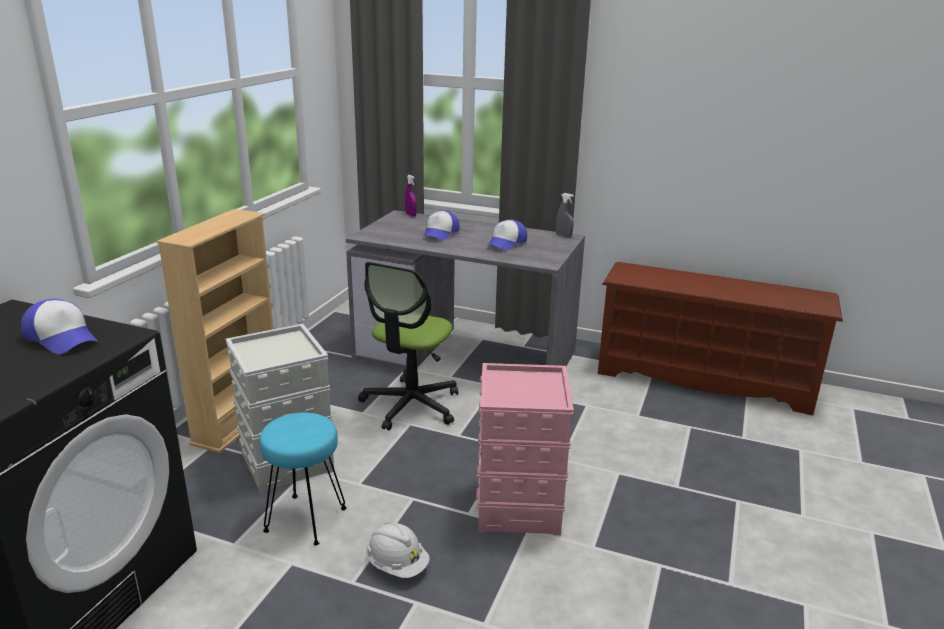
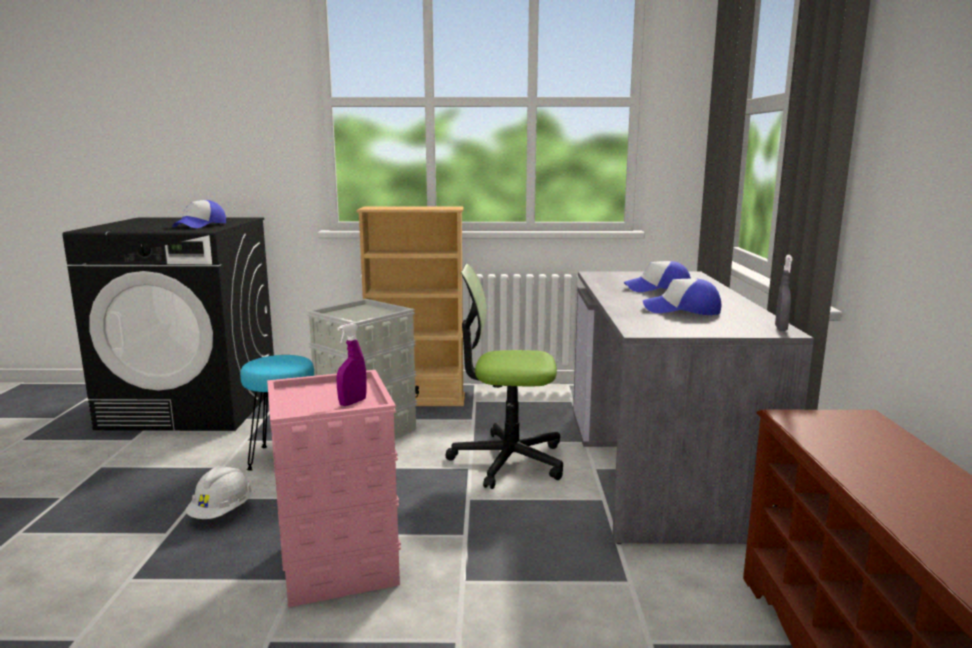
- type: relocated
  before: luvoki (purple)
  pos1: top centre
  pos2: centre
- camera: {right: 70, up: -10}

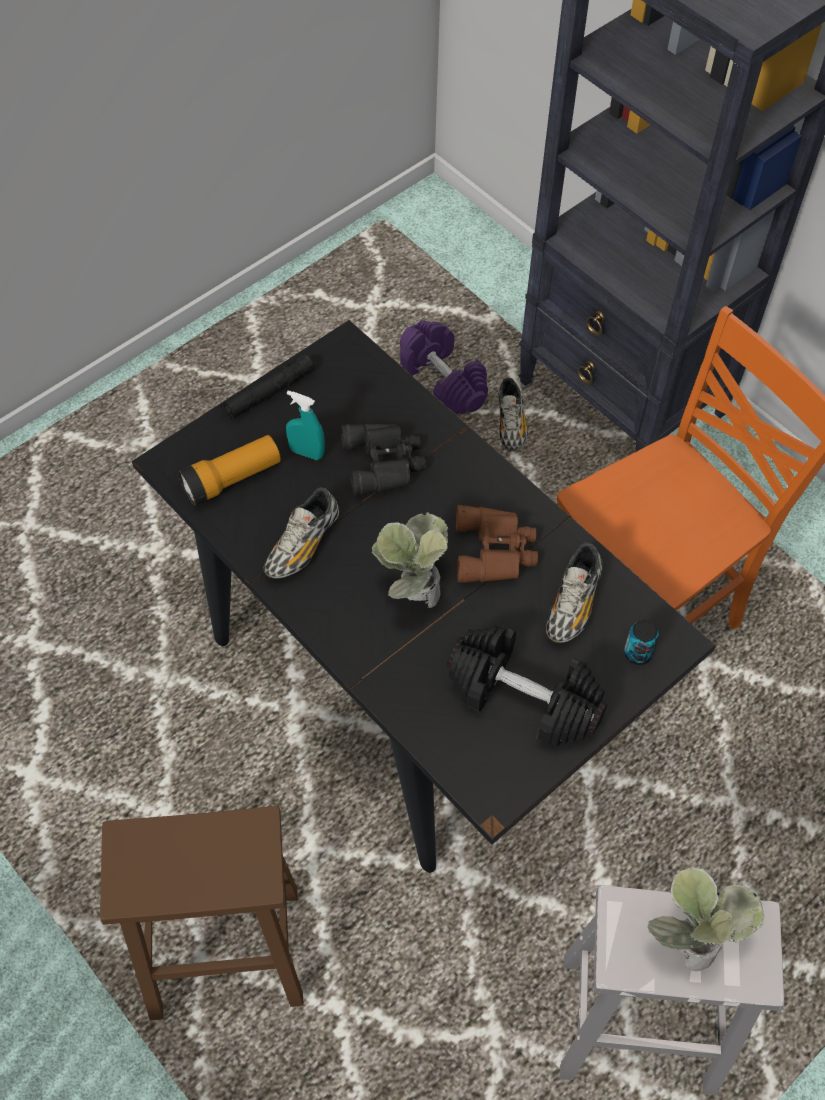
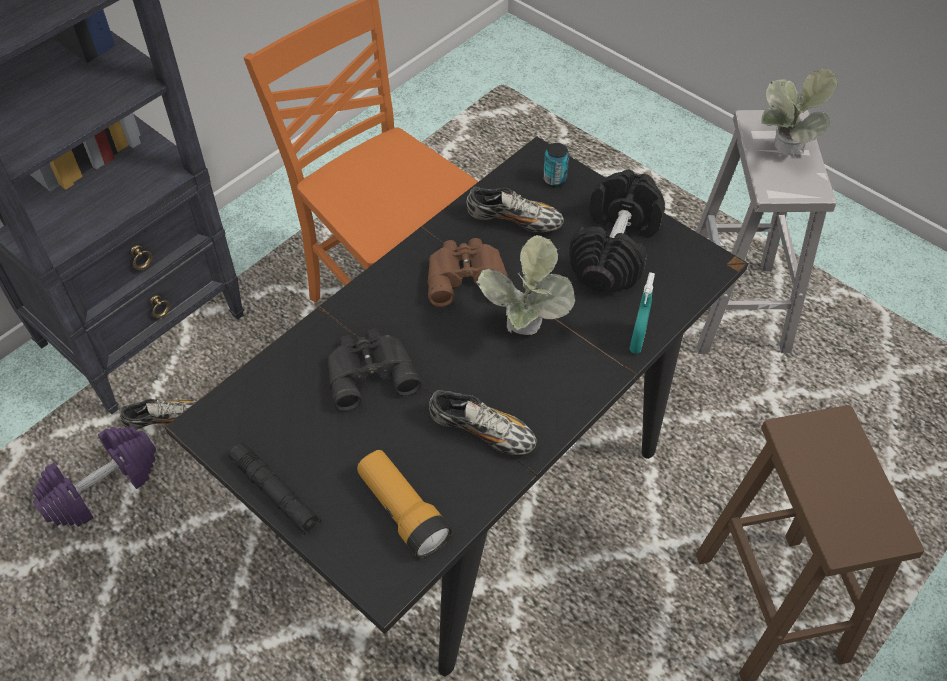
- type: relocated
  before: luvoki (turquoise)
  pos1: centre
  pos2: middle right
- camera: {right: -95, up: -5}

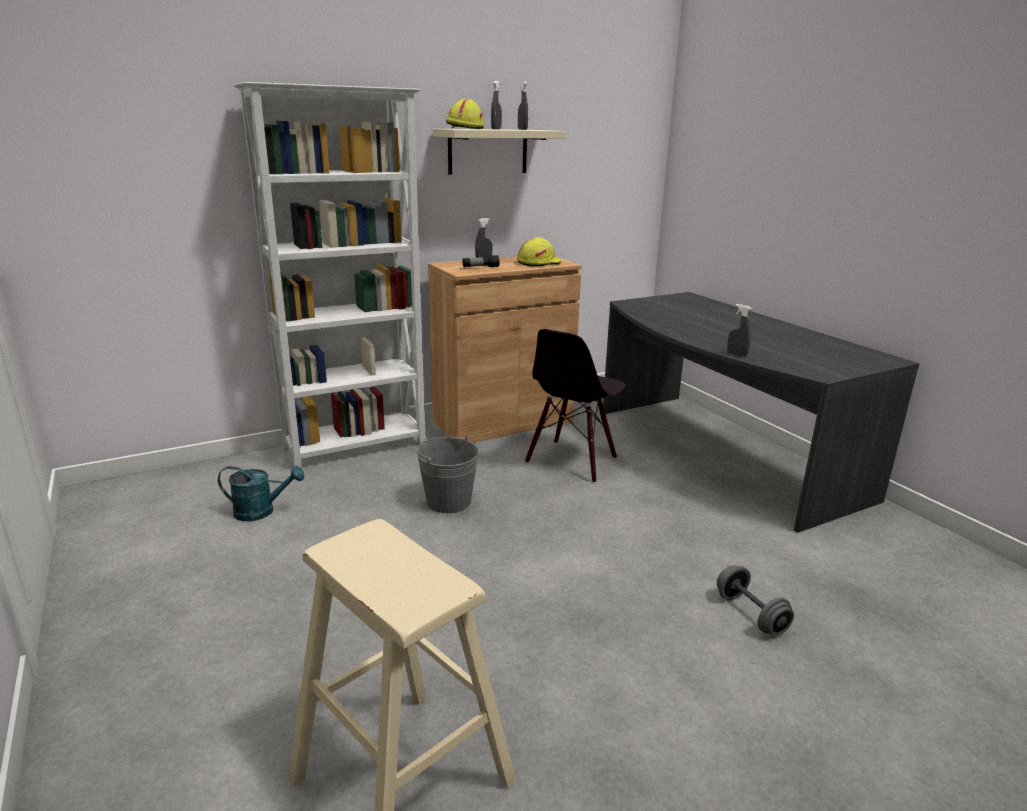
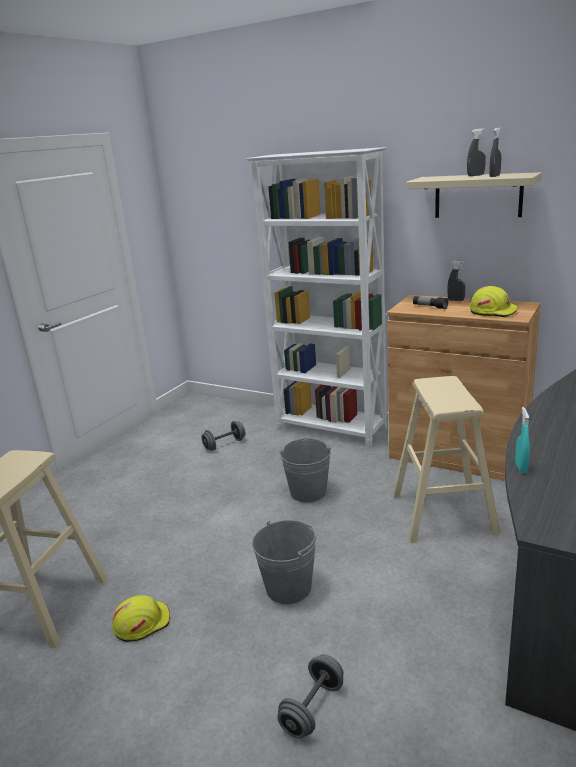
- type: appeared
  after: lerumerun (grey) (no. 1 from left)
  pos2: bottom centre
- type: relocated
  before: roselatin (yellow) (no. 1 from left)
  pos1: top centre
  pos2: bottom left
- type: exchanged
  before: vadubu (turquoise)
  after: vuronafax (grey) (no. 1 from left)
  pos1: middle left
  pos2: centre
- type: exchanged
  before: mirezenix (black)
  after: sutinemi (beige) (no. 2 from left)
  pos1: centre
  pos2: middle right
- type: colour
  before: luvoki (grey) (no. 4 from left)
  after: luvoki (turquoise)
  pos1: middle right
  pos2: middle right
- camera: {right: 60, up: 0}

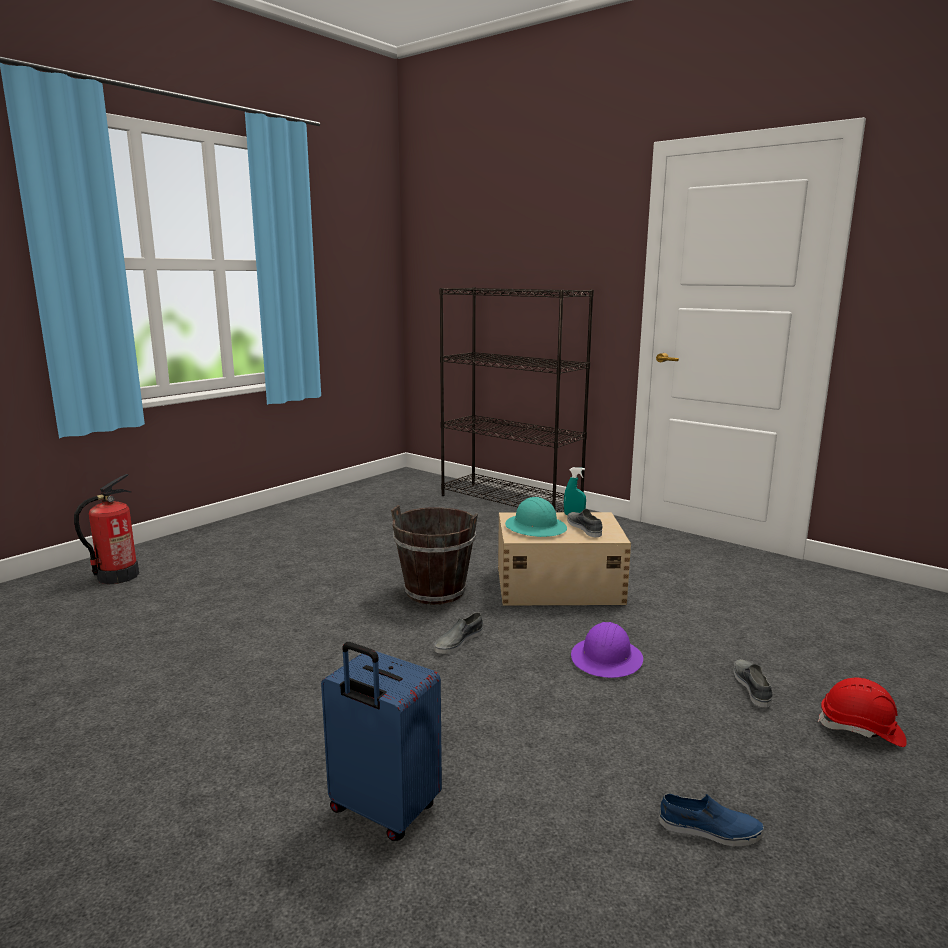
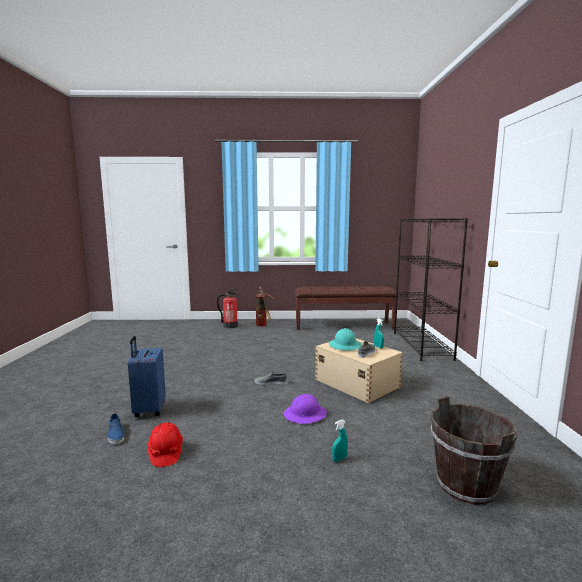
- type: appeared
  after: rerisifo (no. 2 from left)
  pos2: centre
- type: appeared
  after: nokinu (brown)
  pos2: centre
- type: relocated
  before: lerumerun (brown)
  pos1: centre
  pos2: bottom right
- type: relocated
  before: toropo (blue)
  pos1: bottom right
  pos2: bottom left
- type: relocated
  before: roselatin (red)
  pos1: bottom right
  pos2: bottom left
- type: exchanged
  before: toropo (grey) (no. 3 from left)
  after: luvoki (turquoise) (no. 1 from left)
  pos1: bottom right
  pos2: bottom centre
- camera: {right: 50, up: -5}

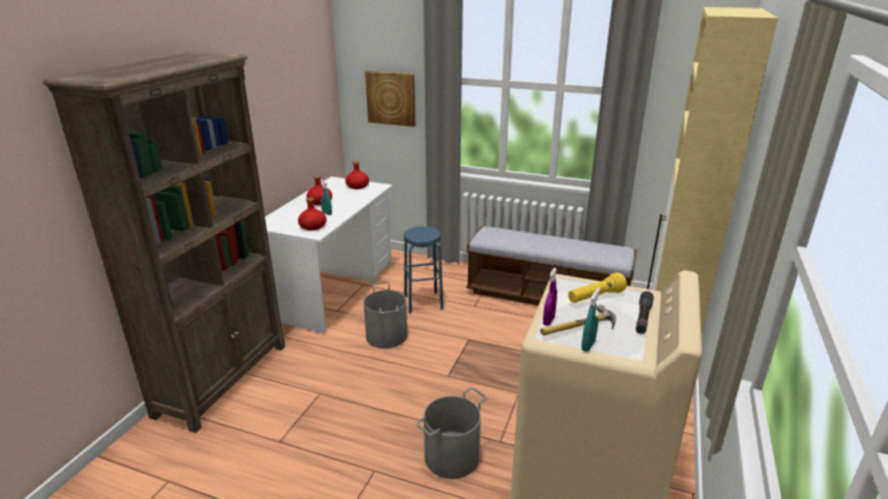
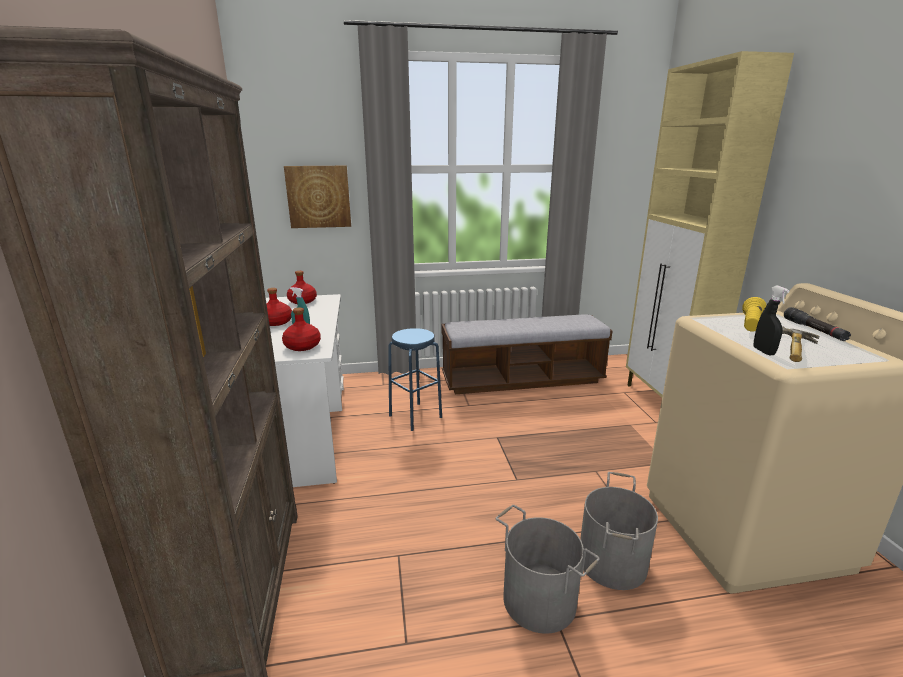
- type: missing
  before: luvoki (turquoise) (no. 2 from left)
  pos1: centre
- type: relocated
  before: lerumerun (grey) (no. 1 from left)
  pos1: centre
  pos2: bottom centre
- type: colour
  before: luvoki (purple)
  after: luvoki (black)
  pos1: centre
  pos2: middle right
- camera: {right: -30, up: -5}

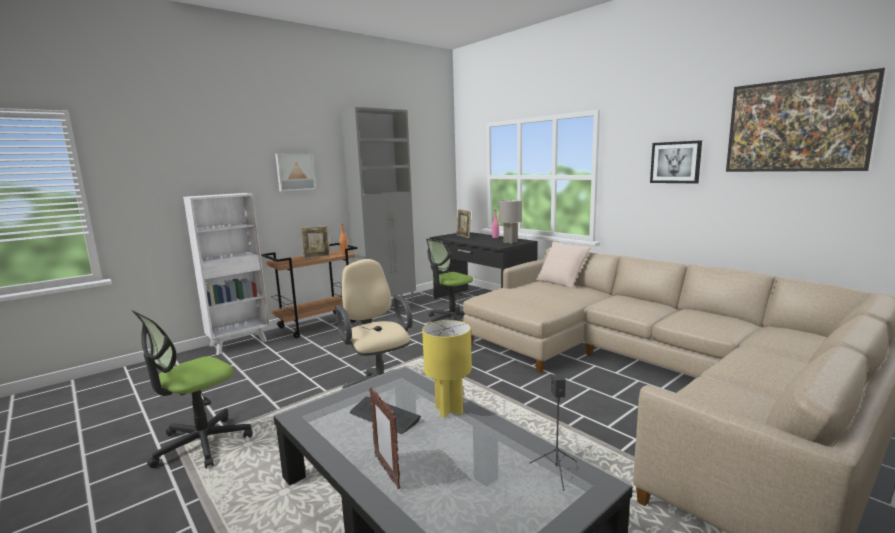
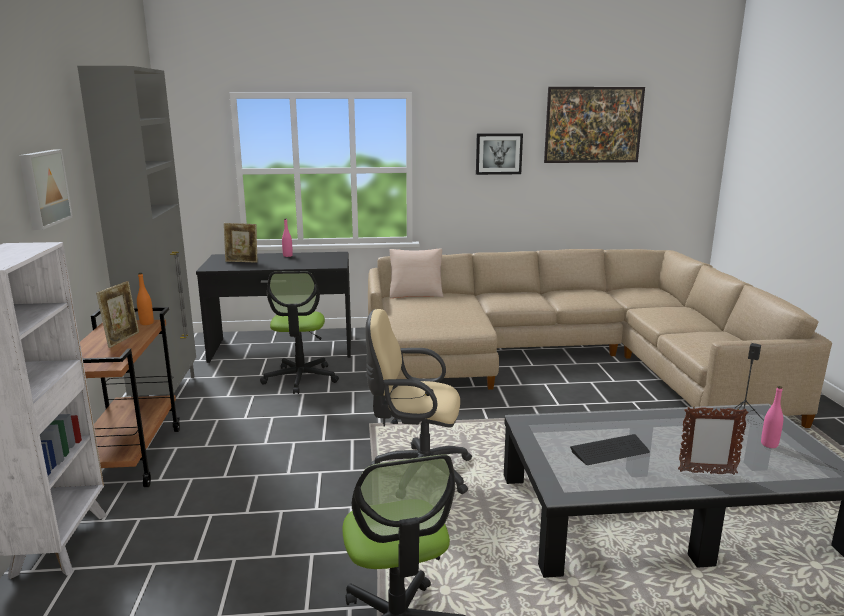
- type: missing
  before: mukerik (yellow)
  pos1: bottom centre
- type: missing
  before: mukerik (grey)
  pos1: centre
- type: appeared
  after: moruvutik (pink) (no. 2 from left)
  pos2: bottom right
- camera: {right: -55, up: 5}

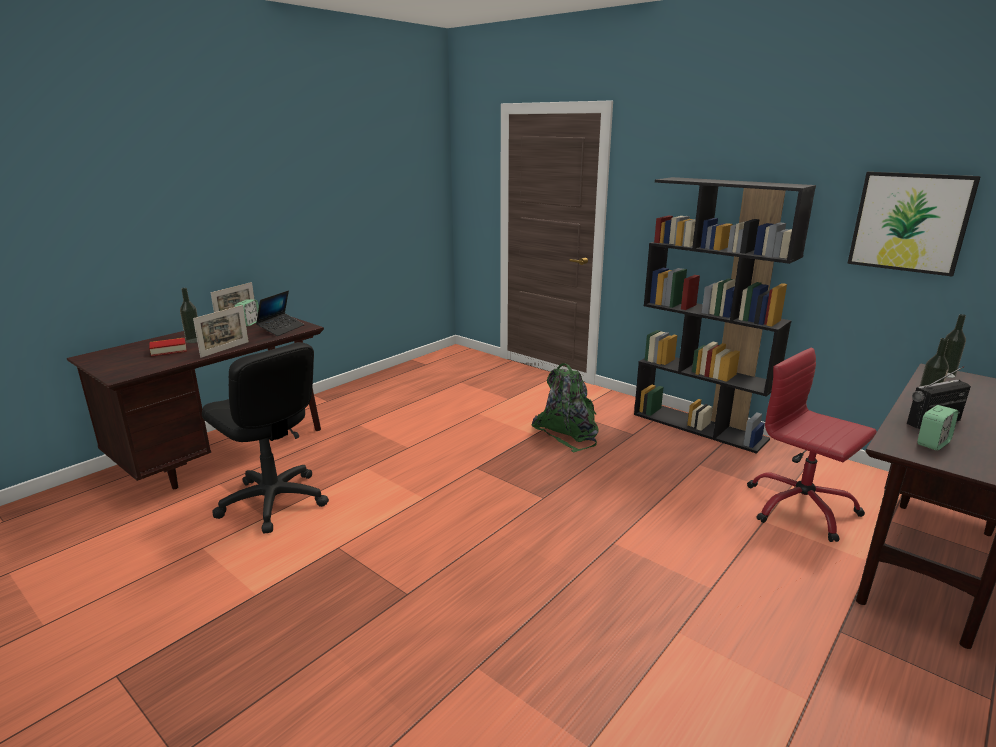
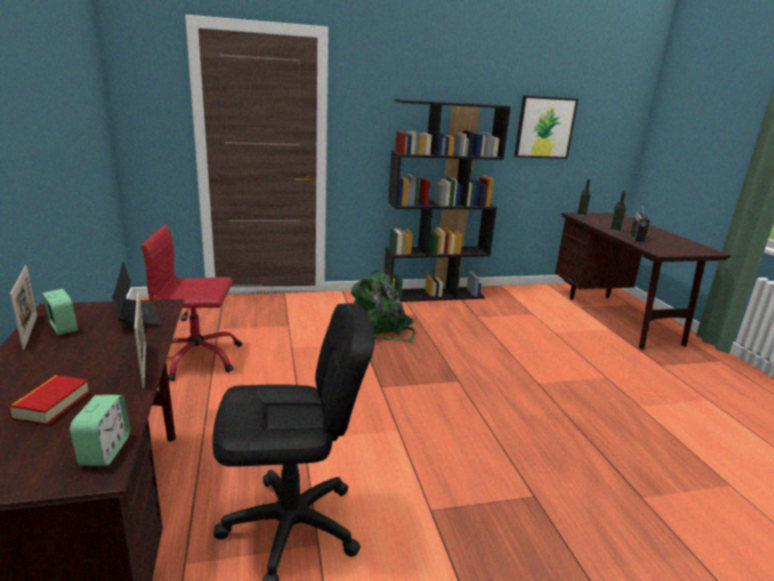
- type: missing
  before: moruvutik (no. 1 from left)
  pos1: middle left
- type: relocated
  before: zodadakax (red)
  pos1: middle right
  pos2: middle left
- type: relocated
  before: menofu (no. 2 from left)
  pos1: middle right
  pos2: bottom left
- camera: {right: -55, up: 0}

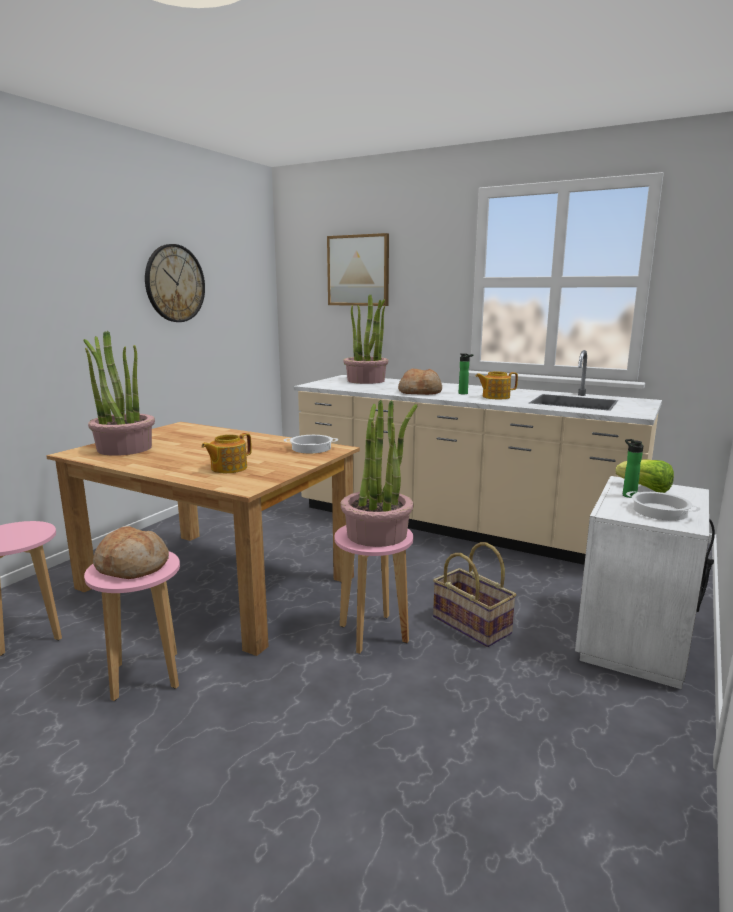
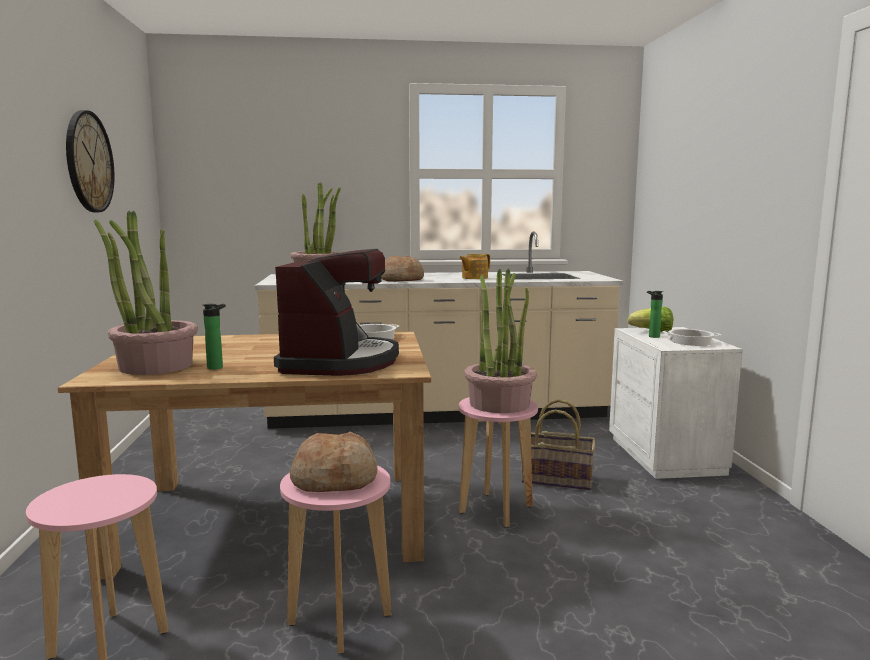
- type: missing
  before: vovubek
  pos1: top centre
- type: relocated
  before: moruvutik (no. 1 from left)
  pos1: centre
  pos2: middle left
- type: exchanged
  before: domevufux (no. 1 from left)
  after: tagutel
  pos1: middle left
  pos2: centre
- camera: {right: -35, up: -5}

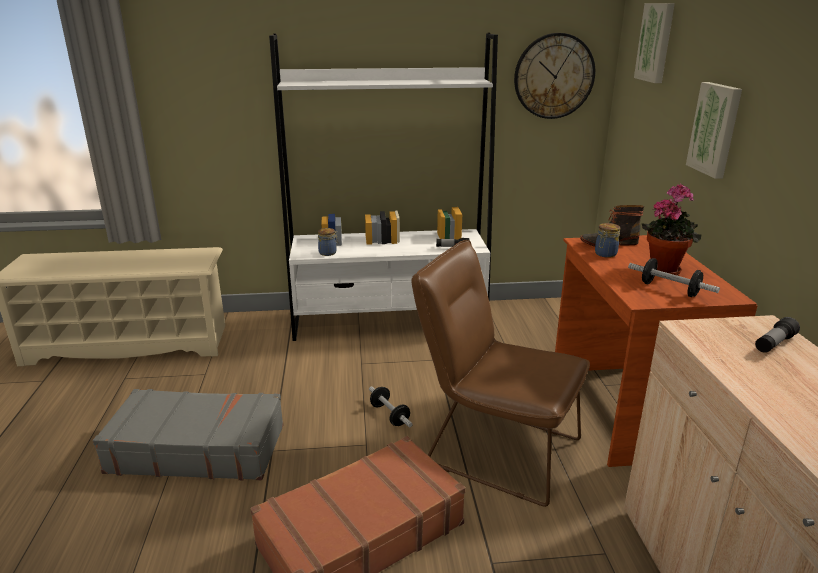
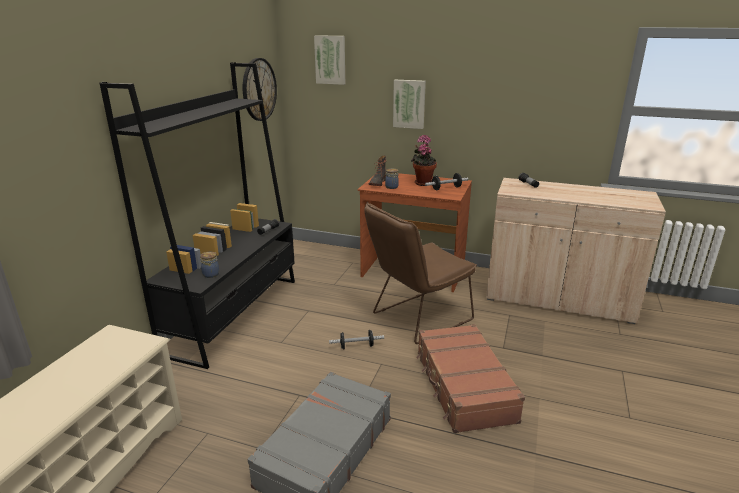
- type: colour
  before: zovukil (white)
  after: zovukil (black)
  pos1: top centre
  pos2: middle left
- camera: {right: -65, up: 0}

